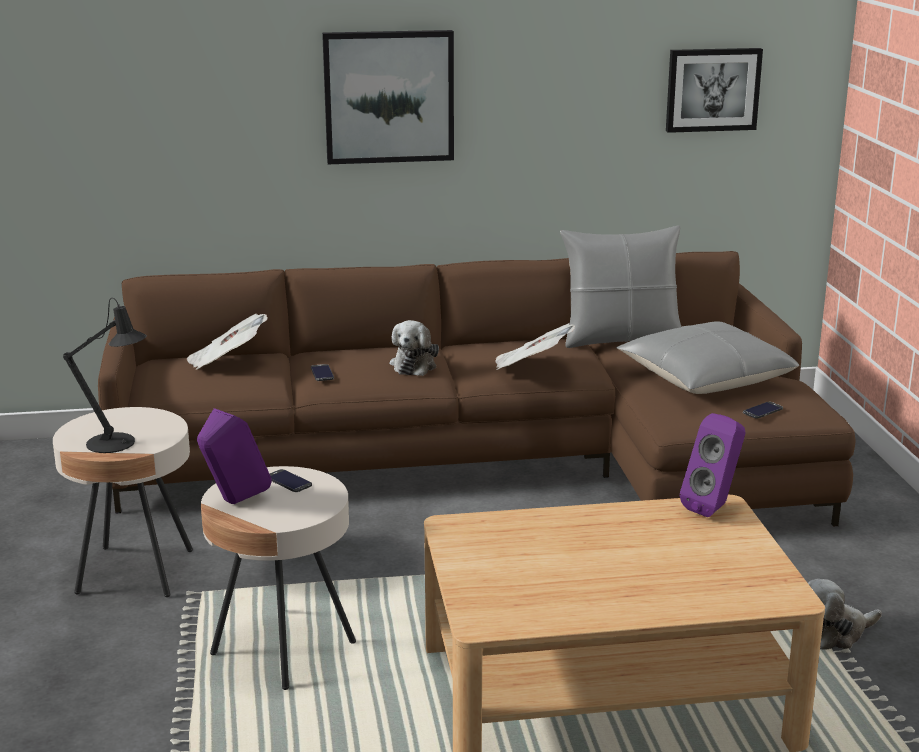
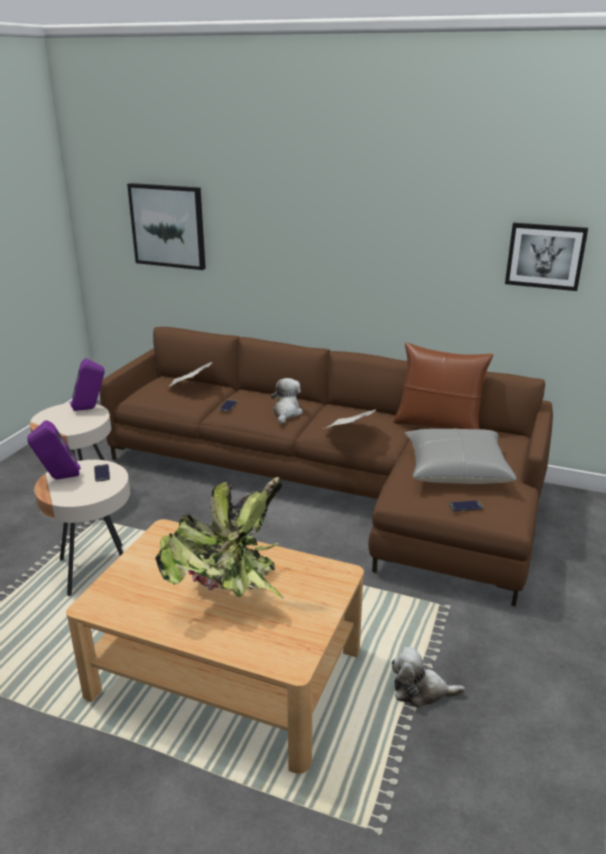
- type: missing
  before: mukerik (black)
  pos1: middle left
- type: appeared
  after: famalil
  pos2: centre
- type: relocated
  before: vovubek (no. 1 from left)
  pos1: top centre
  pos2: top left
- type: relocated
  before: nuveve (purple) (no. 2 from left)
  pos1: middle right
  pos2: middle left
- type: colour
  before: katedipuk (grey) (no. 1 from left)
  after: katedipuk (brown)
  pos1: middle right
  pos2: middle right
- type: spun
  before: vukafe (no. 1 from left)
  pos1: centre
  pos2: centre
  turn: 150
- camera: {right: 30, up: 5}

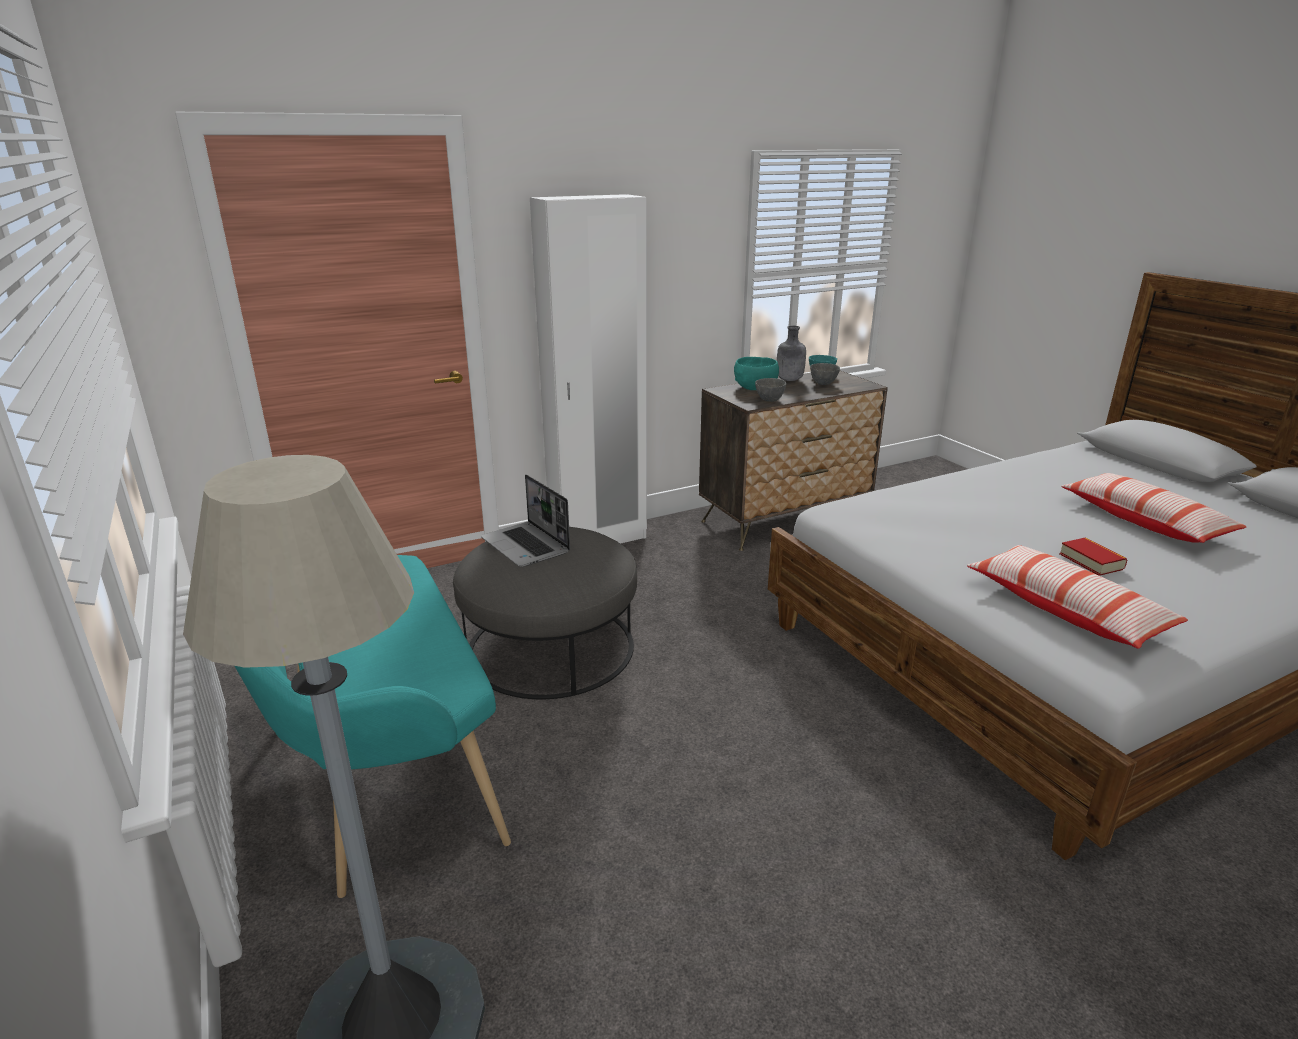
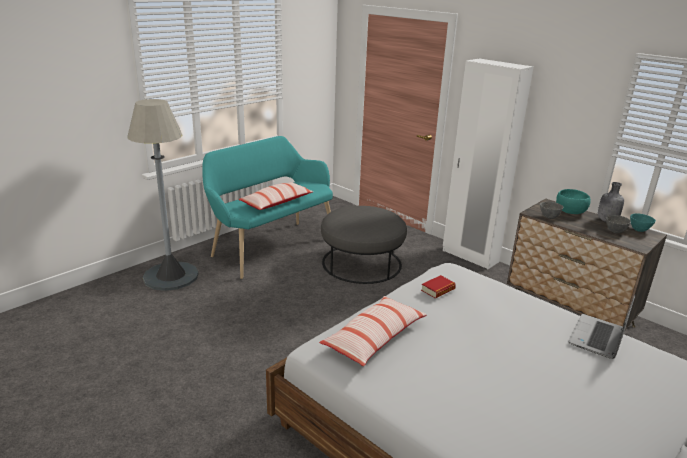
- type: relocated
  before: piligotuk
  pos1: centre
  pos2: bottom right
- type: relocated
  before: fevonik
  pos1: middle right
  pos2: centre
- type: relocated
  before: katedipuk (no. 2 from left in the first image)
  after: katedipuk (no. 1 from left)
  pos1: middle right
  pos2: centre
- camera: {right: 70, up: 0}

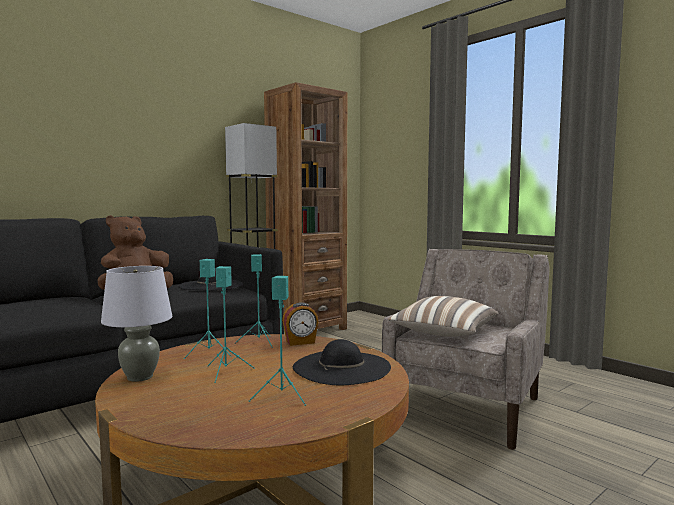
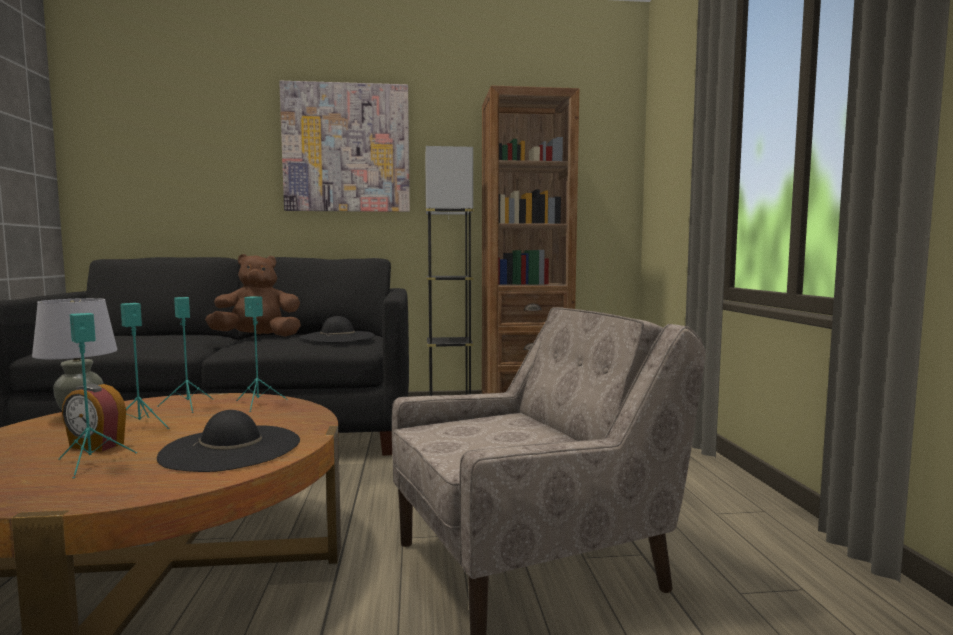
- type: missing
  before: katedipuk
  pos1: centre
- type: appeared
  after: vovubek
  pos2: top centre
- type: relocated
  before: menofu
  pos1: centre
  pos2: middle left
- camera: {right: 35, up: 0}

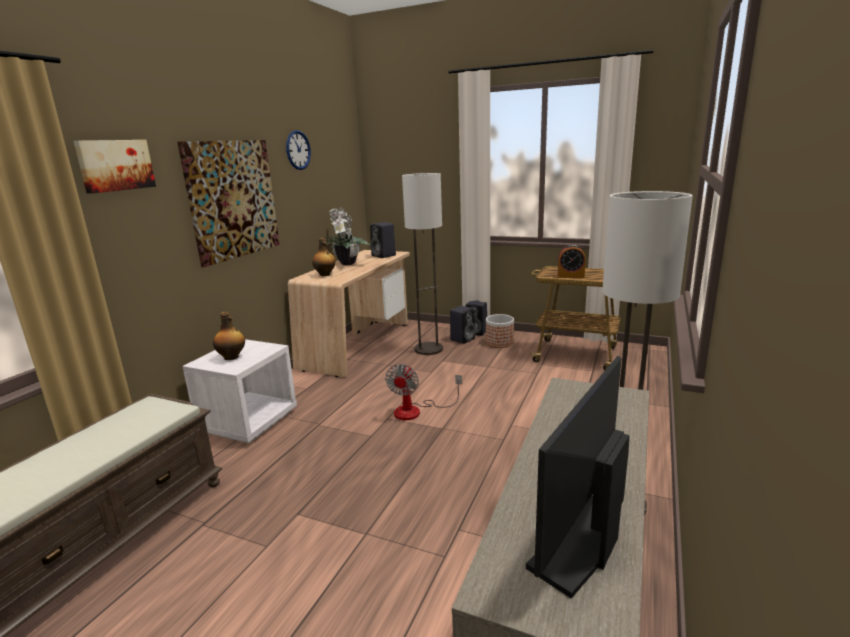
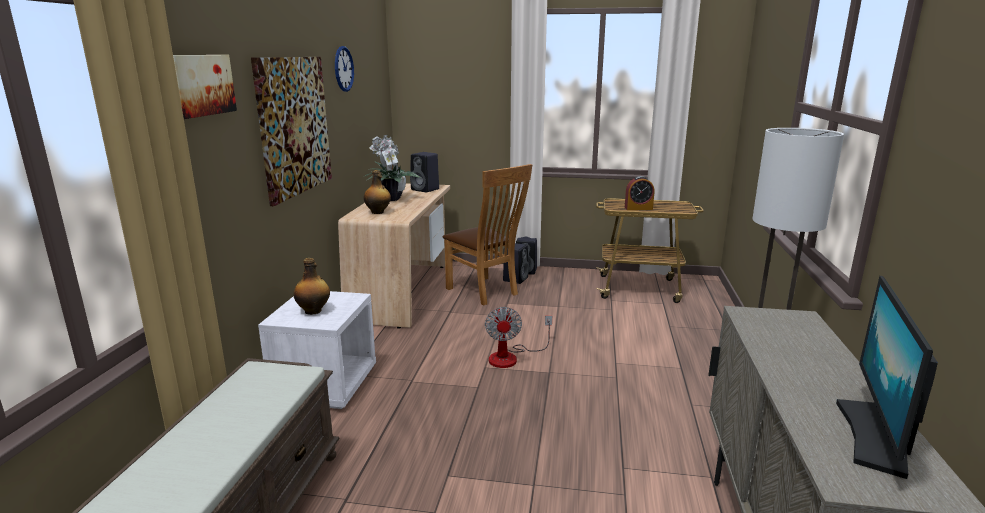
- type: missing
  before: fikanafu
  pos1: centre
- type: exchanged
  before: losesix (no. 1 from left)
  after: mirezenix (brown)
  pos1: centre
  pos2: centre
- camera: {right: -15, up: 0}

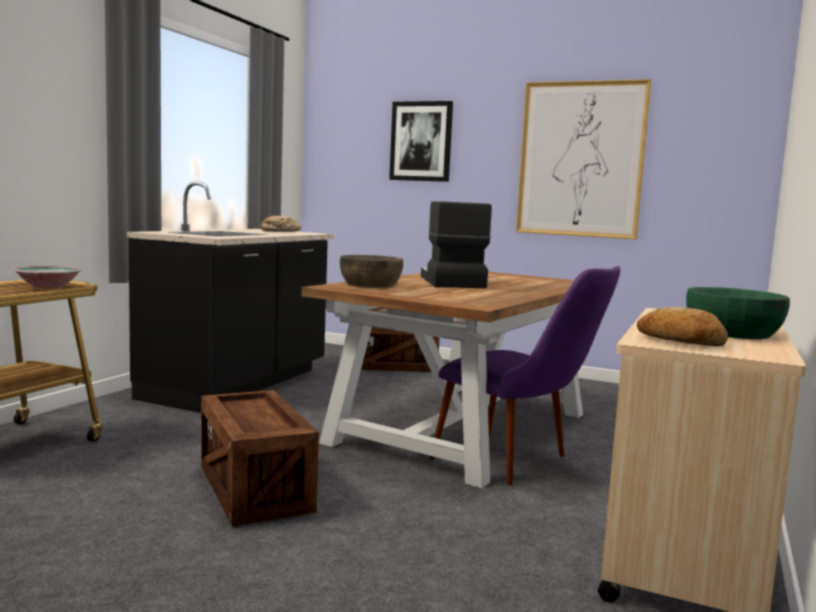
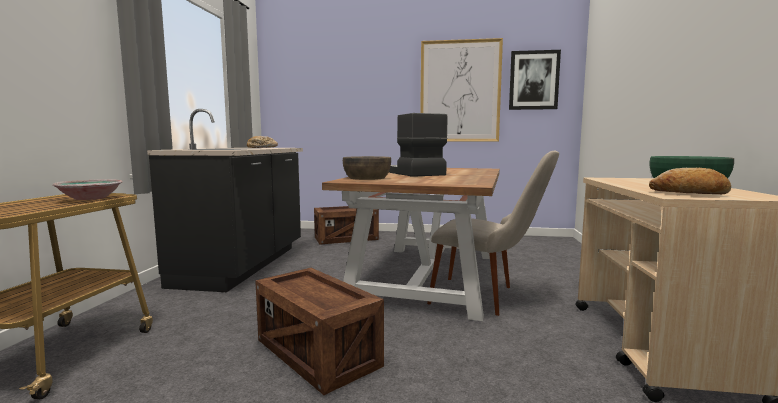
- type: relocated
  before: vovubek (no. 1 from left in the first image)
  after: vovubek (no. 2 from left)
  pos1: top centre
  pos2: top right
- type: colour
  before: mirezenix (purple)
  after: mirezenix (beige)
  pos1: centre
  pos2: centre
- camera: {right: -15, up: 0}

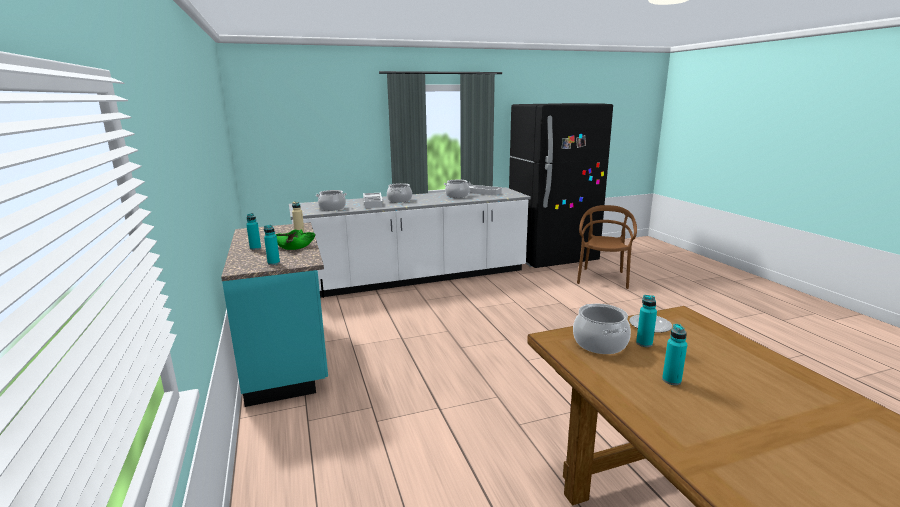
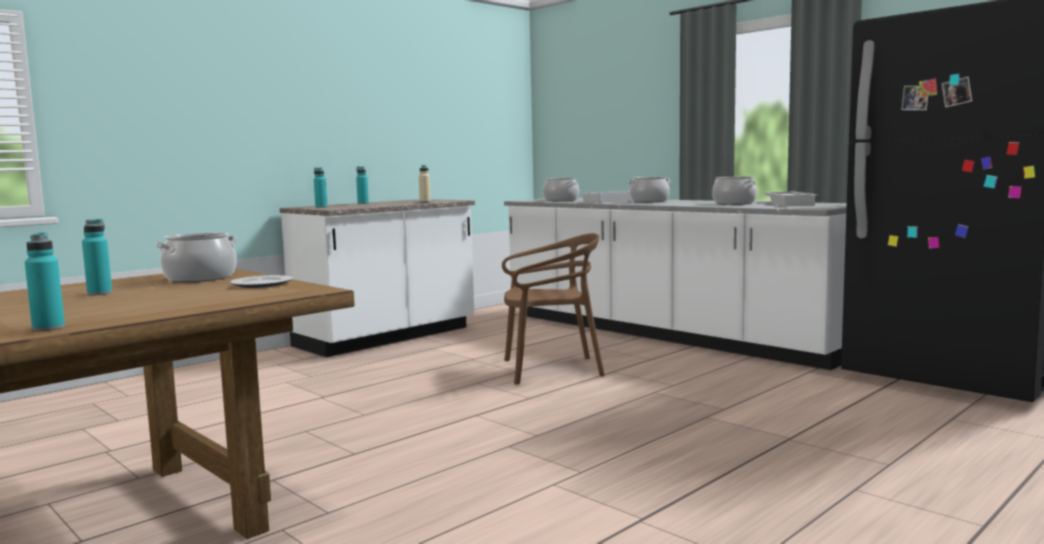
- type: missing
  before: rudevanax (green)
  pos1: middle left
- type: relocated
  before: mirezenix (brown)
  pos1: middle right
  pos2: centre
- type: relocated
  before: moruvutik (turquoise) (no. 3 from left in the first image)
  after: moruvutik (turquoise) (no. 1 from left)
  pos1: middle right
  pos2: middle left
- type: colour
  before: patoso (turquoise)
  after: patoso (white) (no. 1 from left)
  pos1: middle left
  pos2: centre
- camera: {right: 65, up: -10}

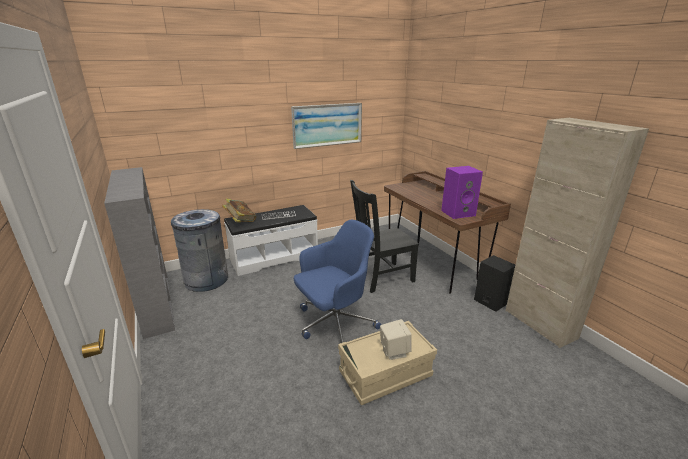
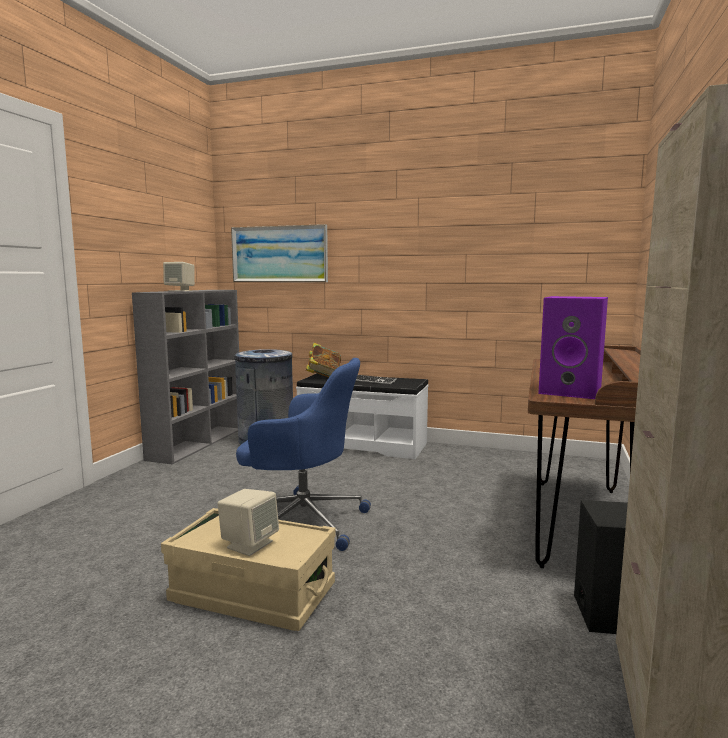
- type: missing
  before: mirezenix (black)
  pos1: centre
- type: appeared
  after: nuveve (beige) (no. 1 from left)
  pos2: middle left
- type: relocated
  before: vovubek
  pos1: top centre
  pos2: centre
- camera: {right: 45, up: -15}

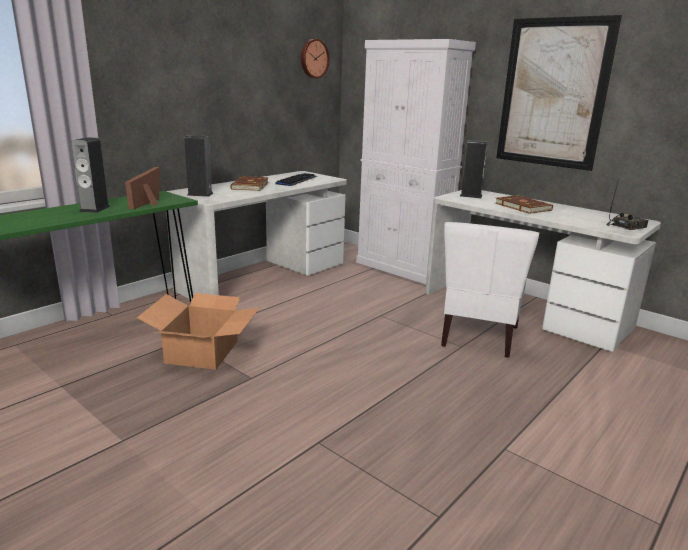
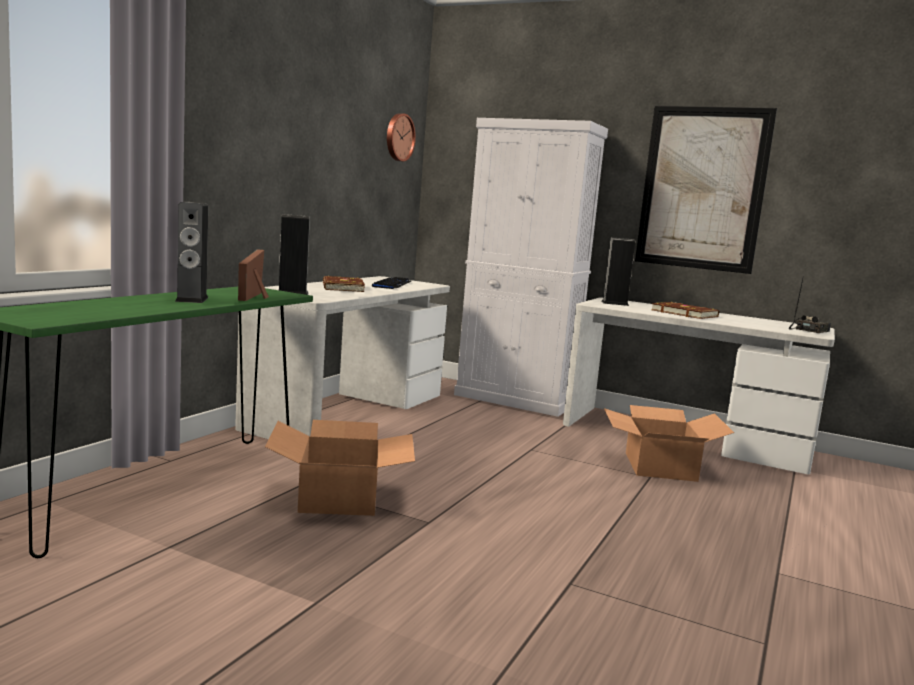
- type: exchanged
  before: mirezenix (white)
  after: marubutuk (no. 2 from left)
  pos1: middle right
  pos2: middle right
- camera: {right: -15, up: -10}

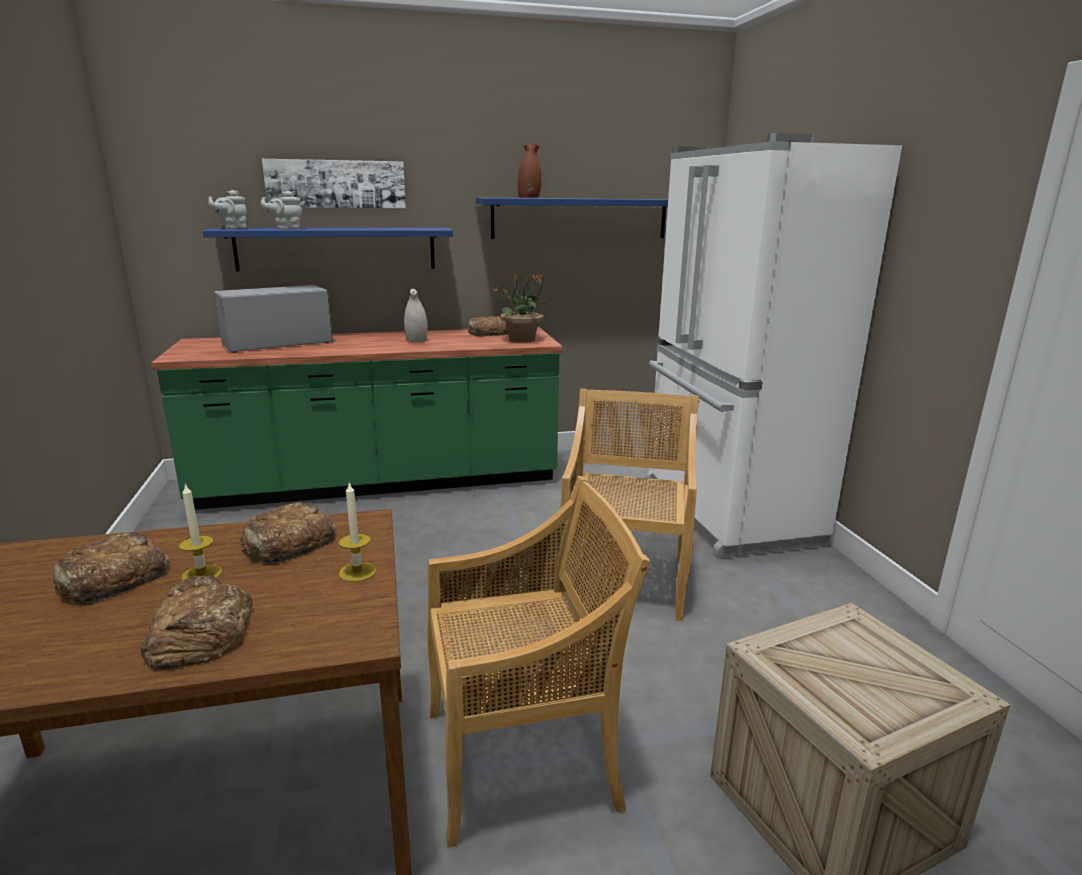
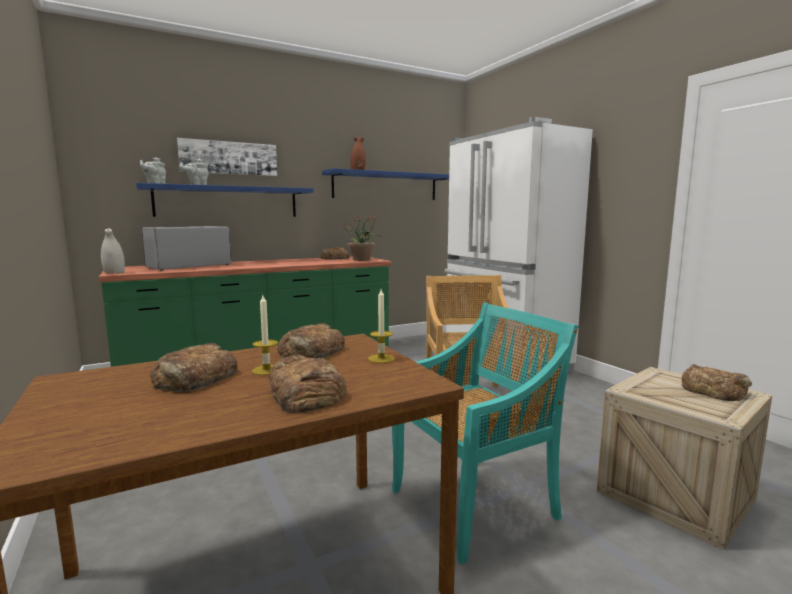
- type: appeared
  after: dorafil (no. 5 from left)
  pos2: middle right
- type: relocated
  before: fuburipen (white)
  pos1: centre
  pos2: middle left
- type: colour
  before: mirezenix (beige) (no. 1 from left)
  after: mirezenix (turquoise)
  pos1: bottom centre
  pos2: bottom centre
- camera: {right: -15, up: -10}

